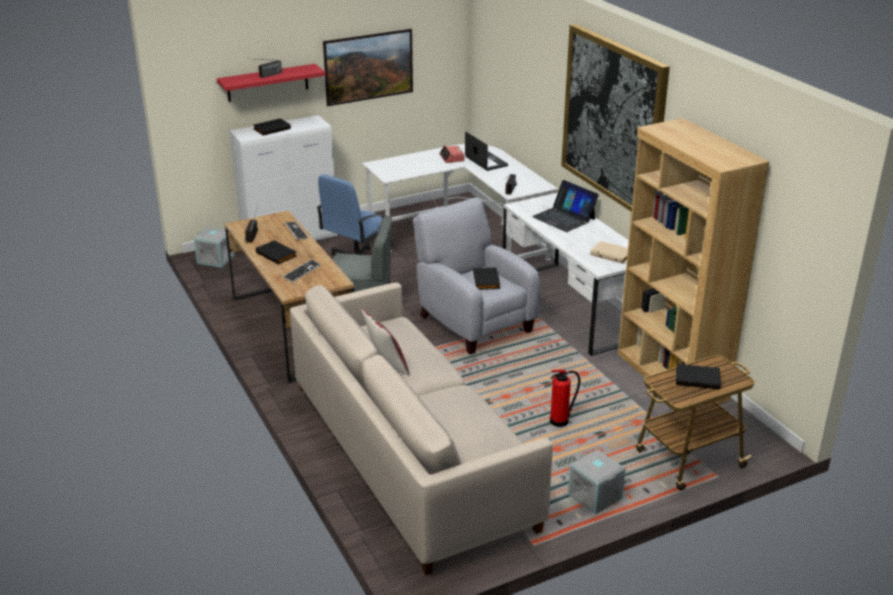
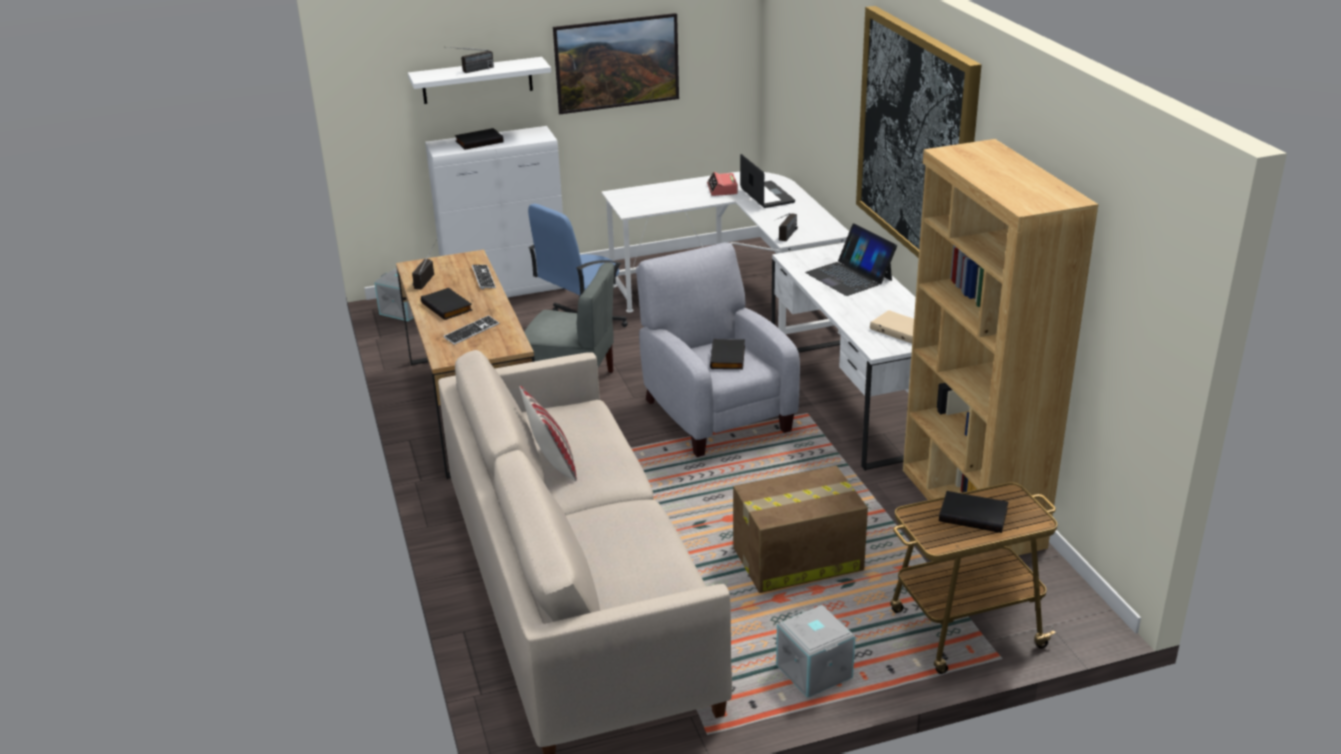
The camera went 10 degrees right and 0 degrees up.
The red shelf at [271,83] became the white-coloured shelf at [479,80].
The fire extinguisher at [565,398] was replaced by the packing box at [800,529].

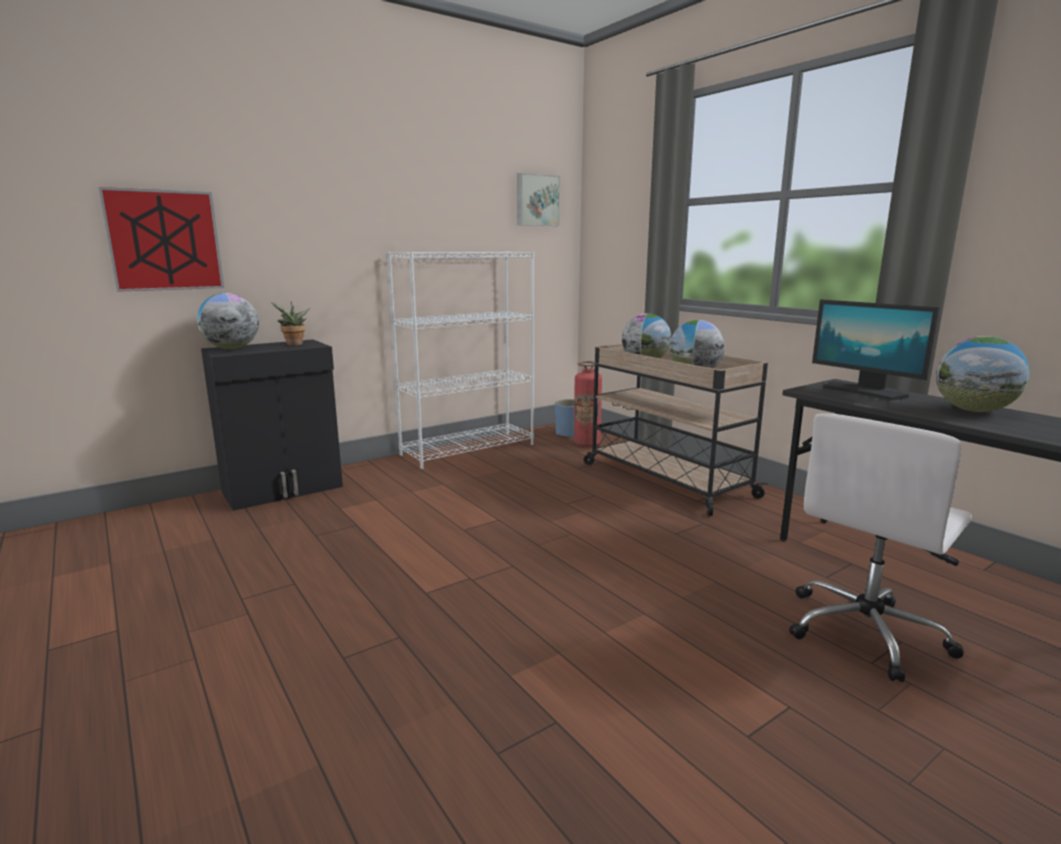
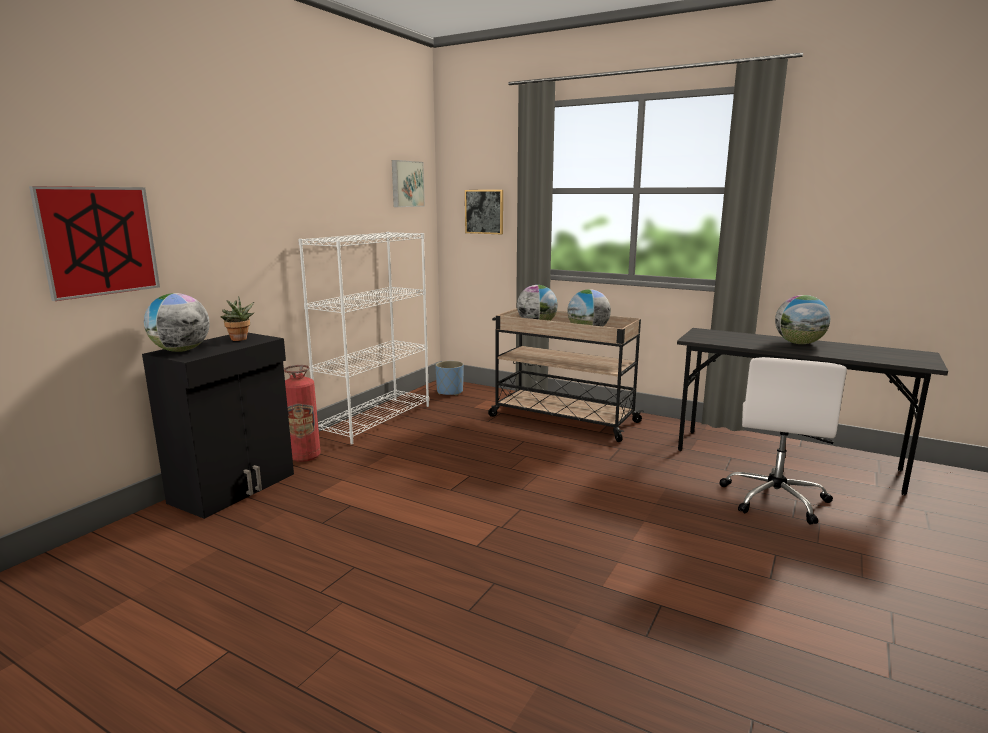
The camera went 25 degrees left and 0 degrees up.
The fire extinguisher moved from [588,404] to [302,413].
The computer screen at [876,350] disappeared.
The picture at [484,212] appeared.

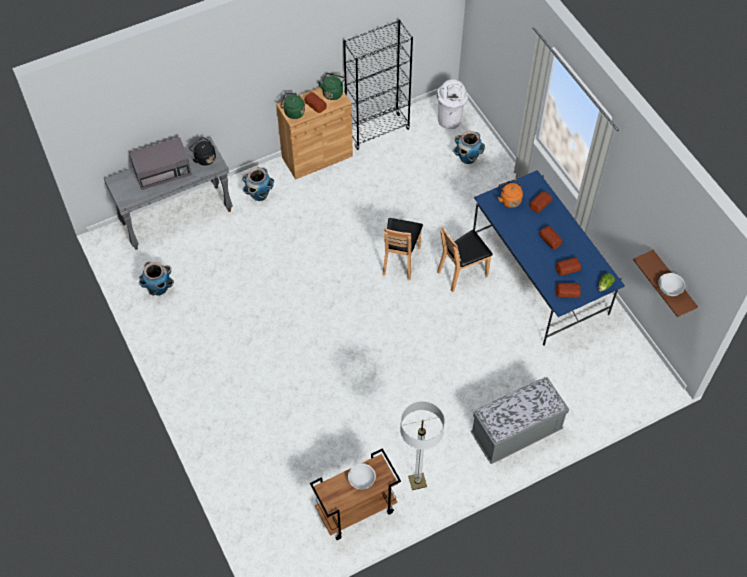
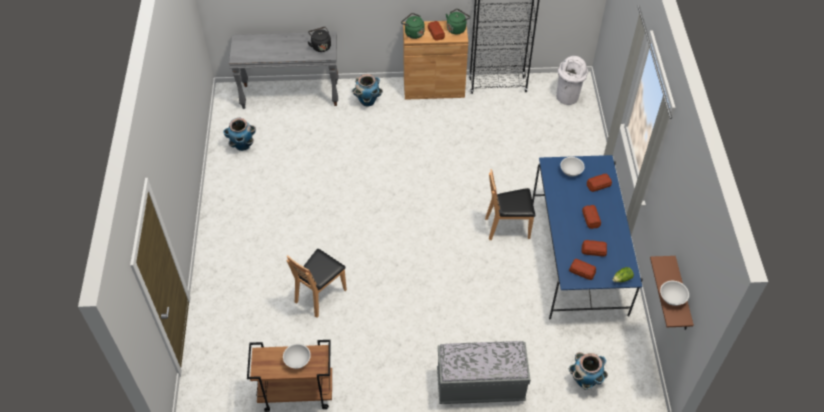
The camera went 25 degrees right and 5 degrees down.
The greyish microwave oven at [160,163] disappeared.
The brown-coloured plain chair moved from [402,249] to [316,283].
The floor lamp at [422,445] disappeared.
The plant pot moved from [469,147] to [588,371].
The orange-coloured kettle at [510,193] was replaced by the white-coloured deep dish at [572,167].

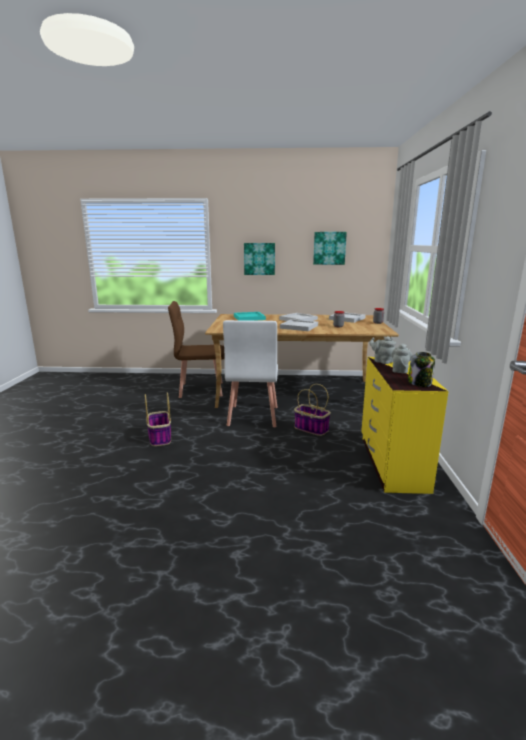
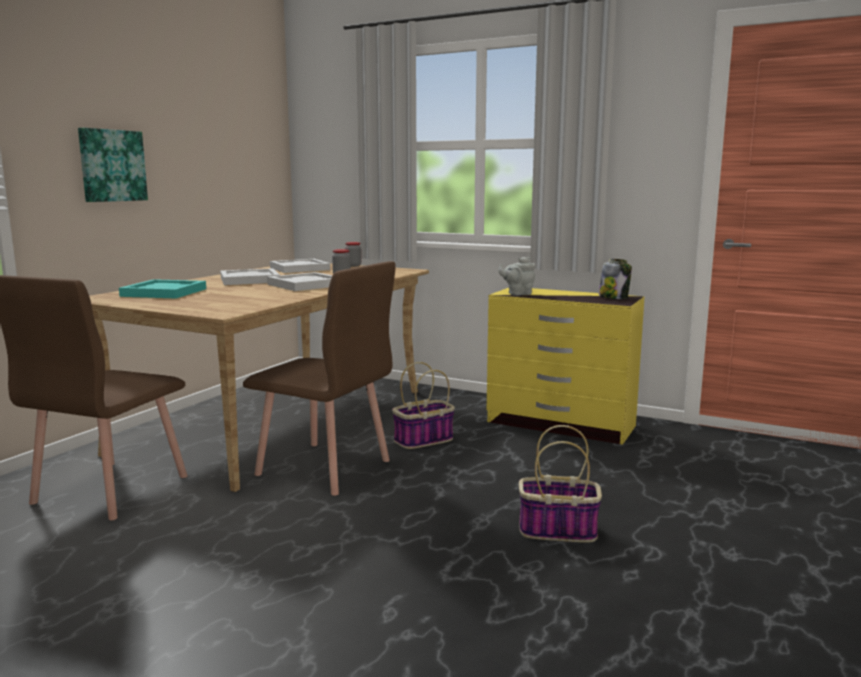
The camera went 65 degrees left and 5 degrees down.
The household basket moved from [158,419] to [560,484].
The white-coloured plain chair at [250,373] became the brown-coloured plain chair at [319,378].
The picture at [330,248] disappeared.
The greyish pot for tea at [402,358] disappeared.

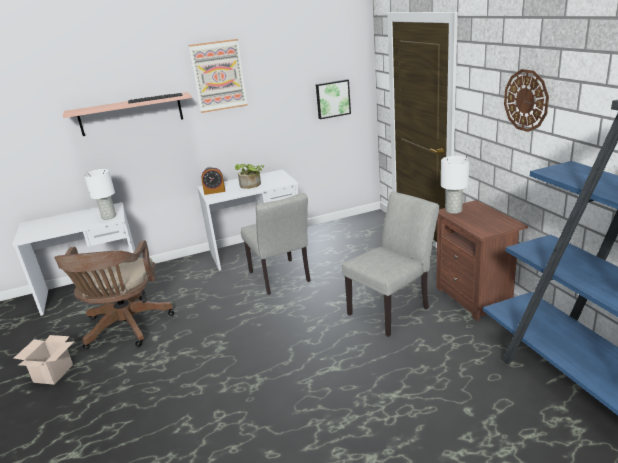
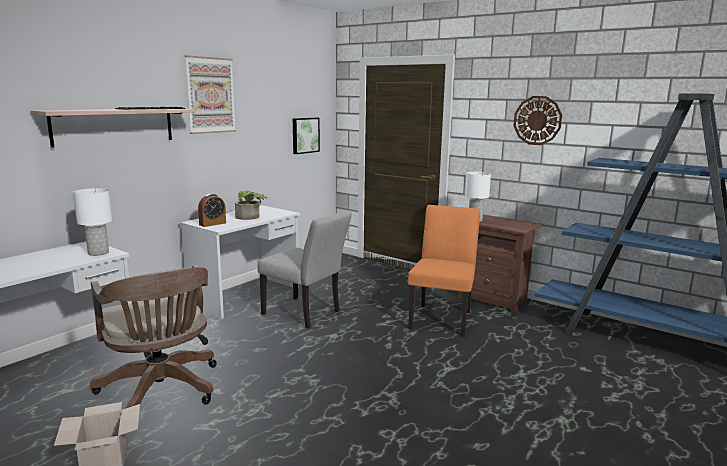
The camera went 35 degrees left and 10 degrees down.
The greyish plain chair at [390,264] became the orange-coloured plain chair at [444,271].

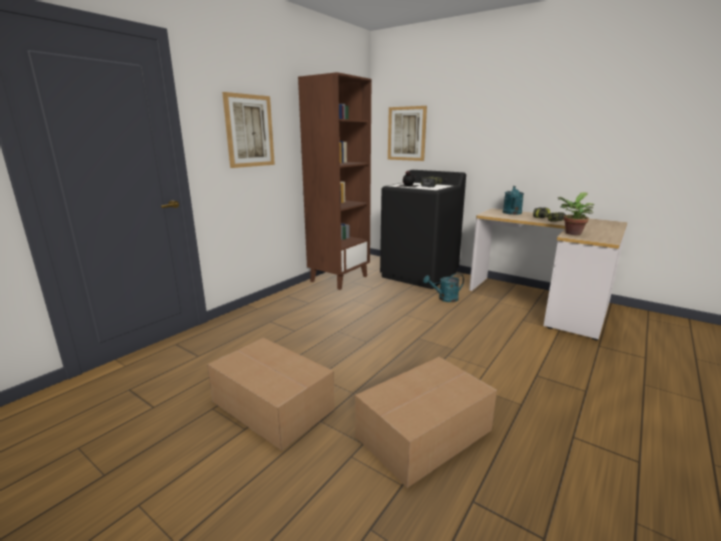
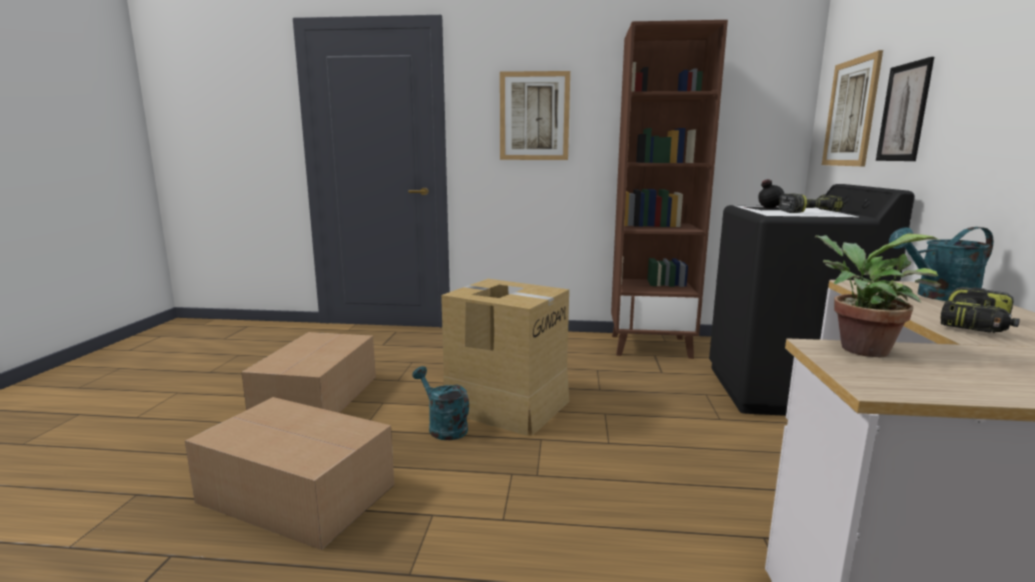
The camera went 60 degrees right and 5 degrees down.
The turquoise-coloured watering can moved from [443,287] to [440,403].
The packing box at [505,357] appeared.
The picture at [905,109] appeared.

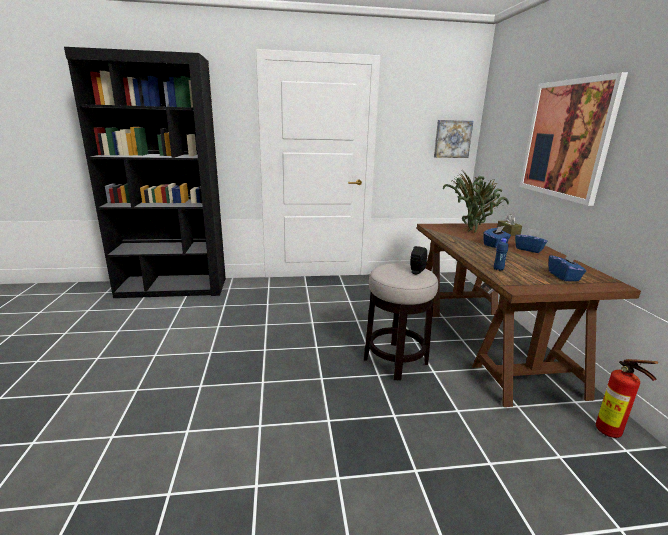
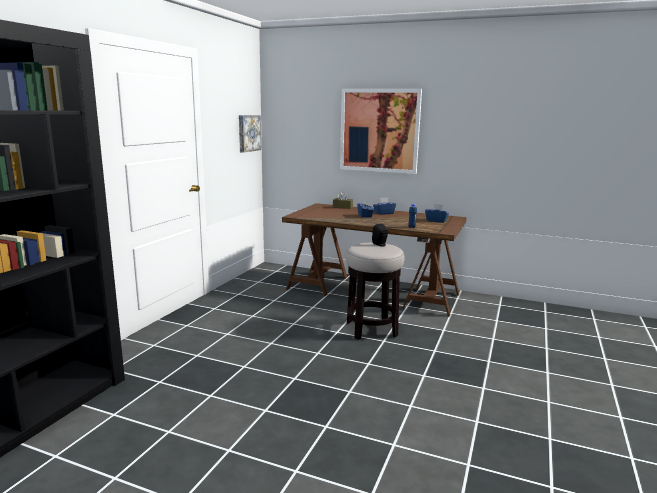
The camera went 60 degrees left and 5 degrees down.
The potted plant at [476,202] disappeared.
The fire extinguisher at [627,398] disappeared.

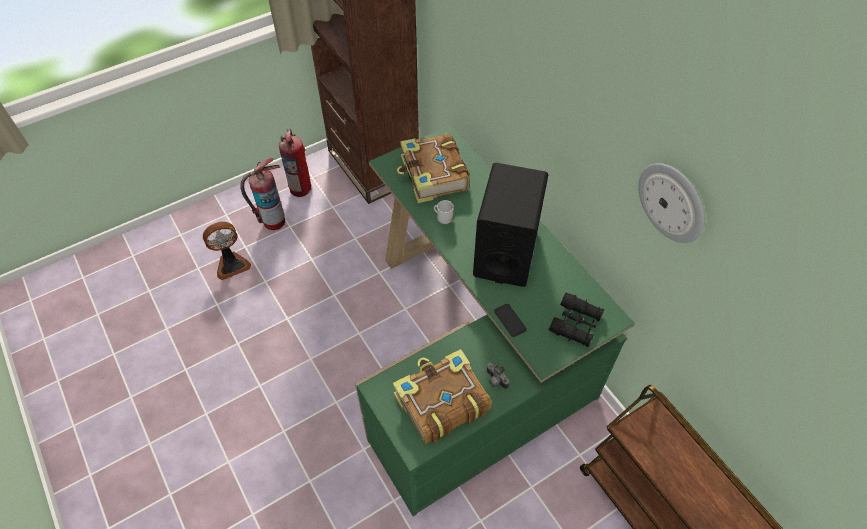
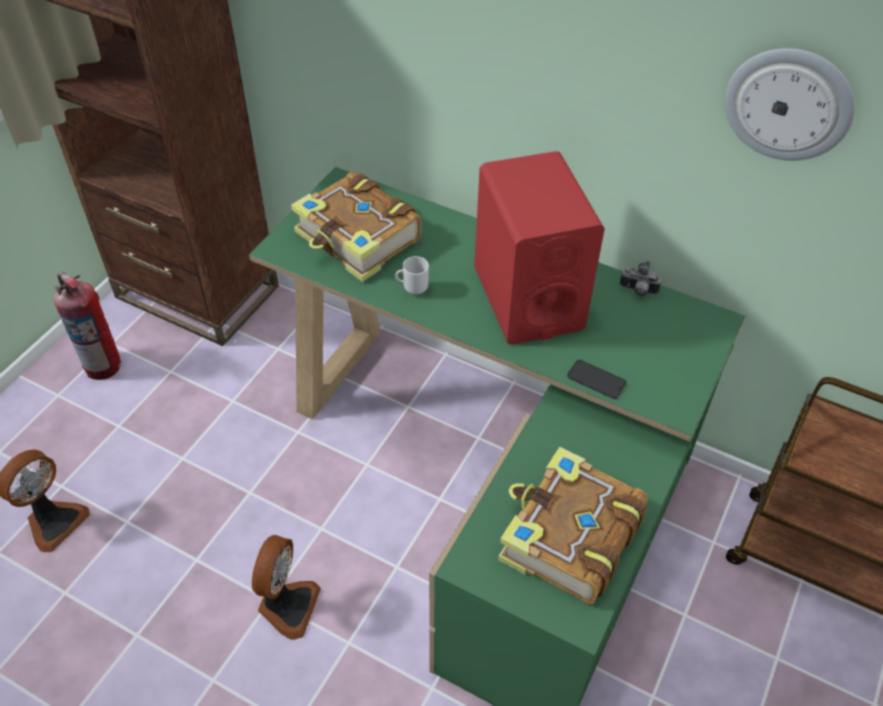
The camera went 30 degrees left and 5 degrees down.
The fire extinguisher at [262,194] disappeared.
The blackish speaker at [510,225] became the red speaker at [539,248].
The still camera moved from [498,376] to [641,279].
The blackish field glasses at [576,320] disappeared.
The fan at [286,587] appeared.

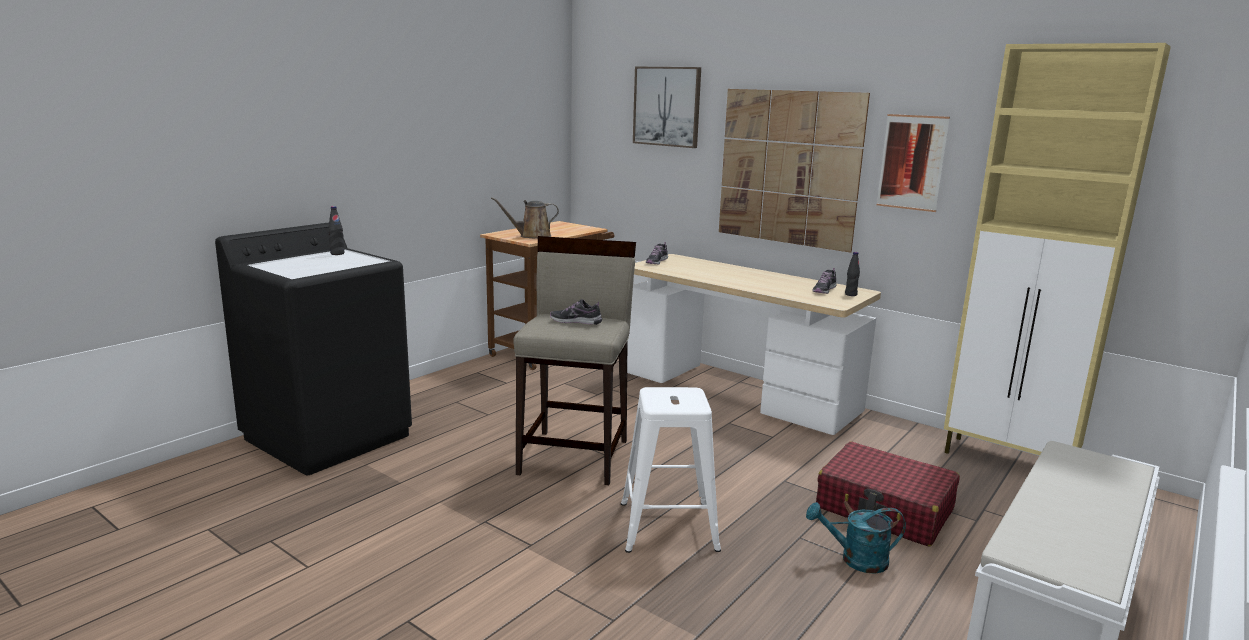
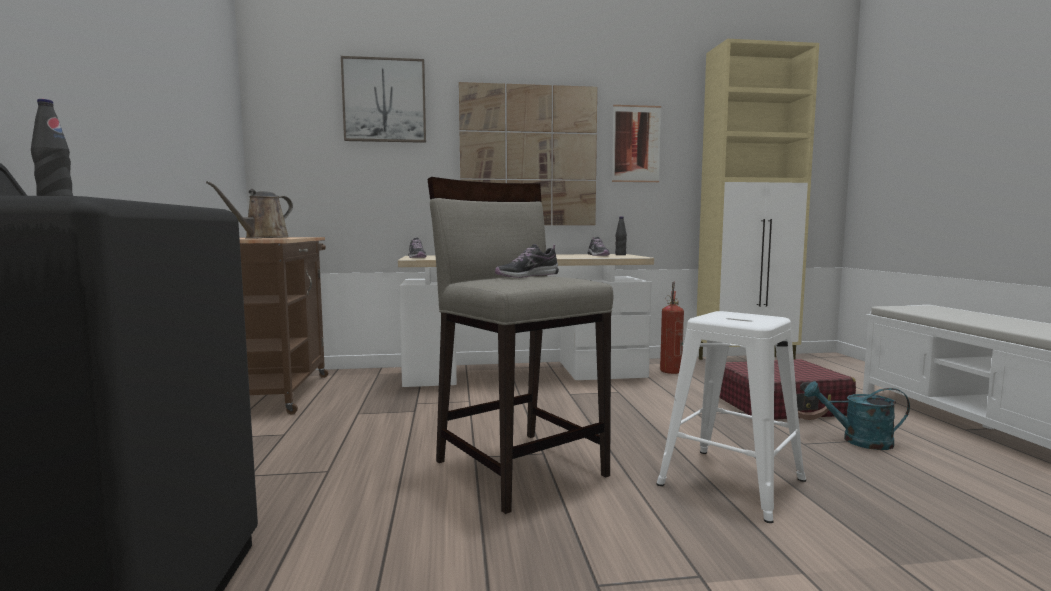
The camera went 45 degrees left and 10 degrees down.
The turquoise-coloured watering can at [856,538] turned 60 degrees clockwise.
The fire extinguisher at [672,328] appeared.

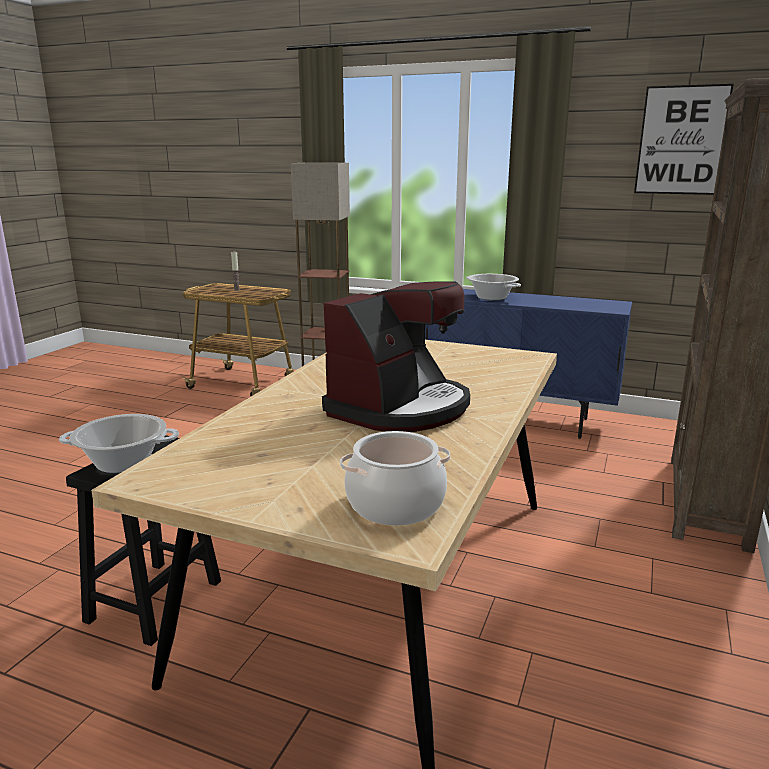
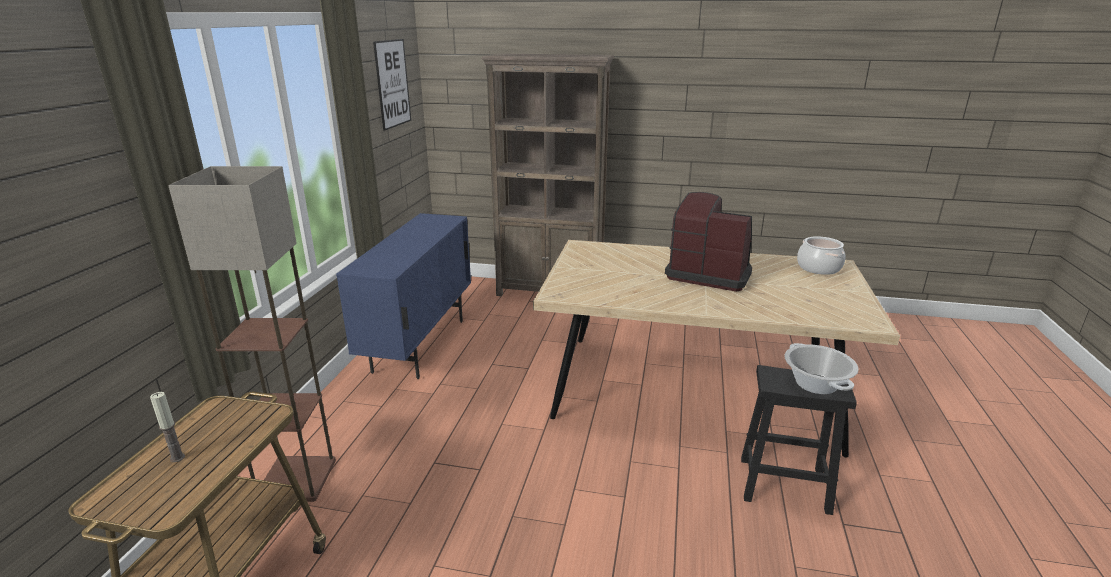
The camera went 100 degrees left and 5 degrees up.
The saucepot at [493,287] disappeared.

